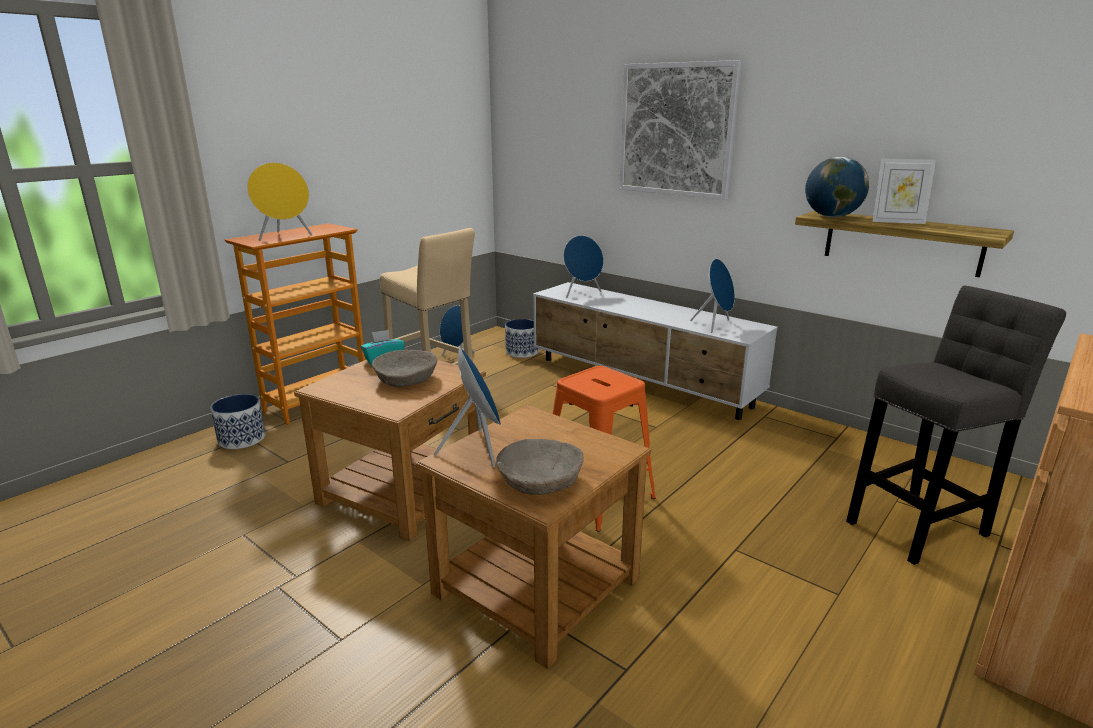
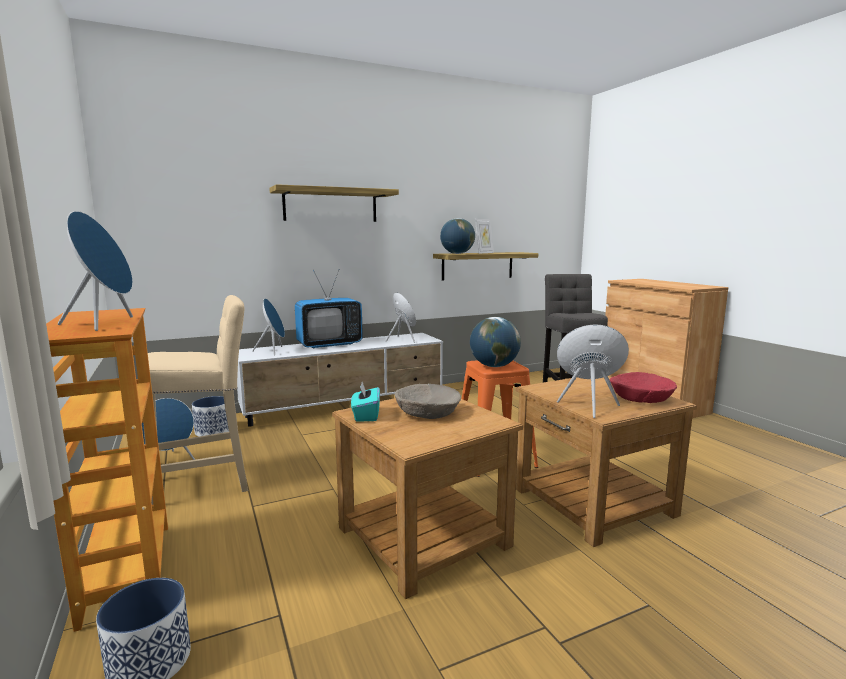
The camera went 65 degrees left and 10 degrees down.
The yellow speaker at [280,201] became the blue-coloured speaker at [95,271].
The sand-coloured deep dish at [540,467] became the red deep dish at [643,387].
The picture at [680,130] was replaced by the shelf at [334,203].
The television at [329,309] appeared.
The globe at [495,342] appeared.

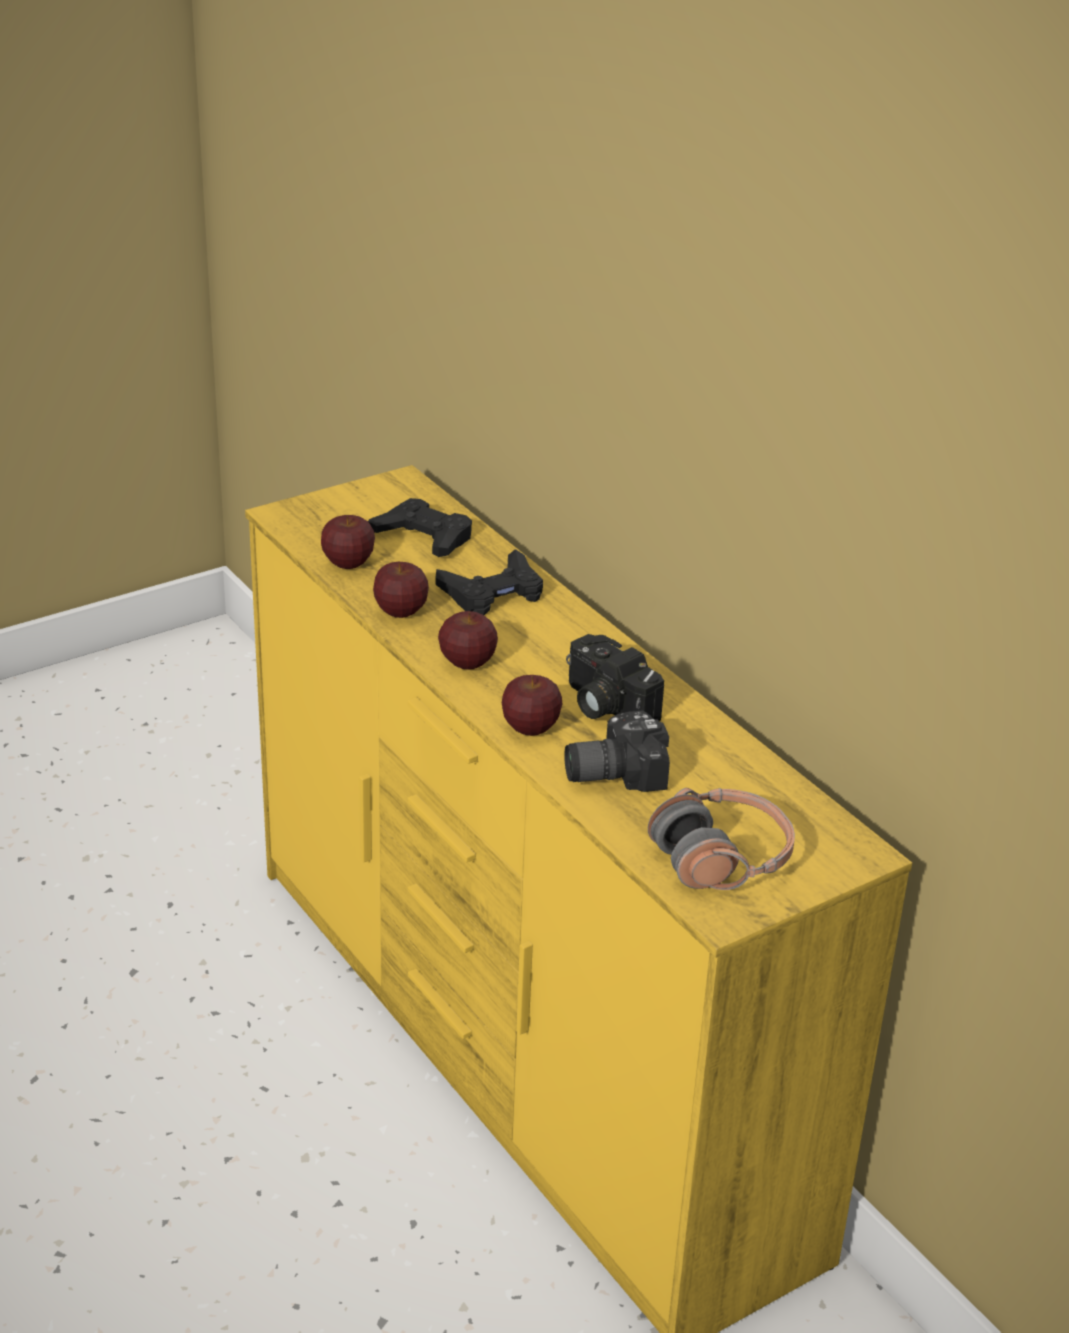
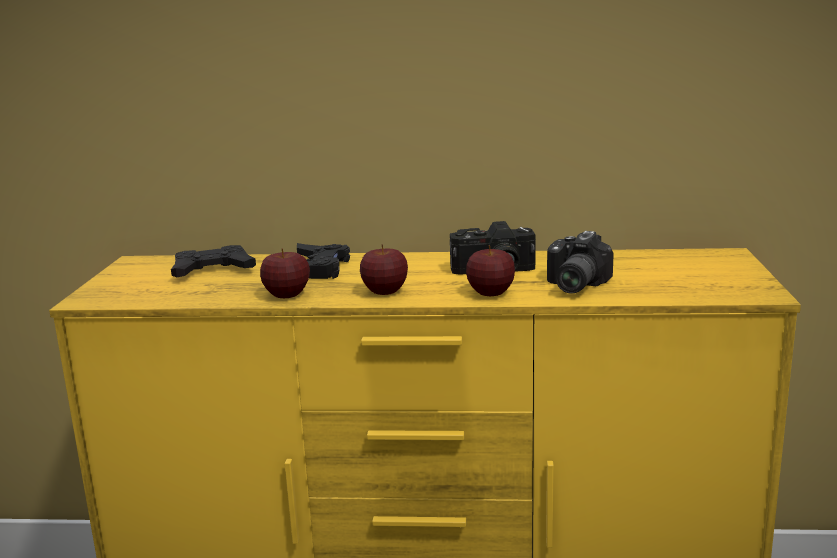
The camera went 50 degrees left and 15 degrees down.
The apple fruit at [348,542] disappeared.
The pair of headphones at [721,839] disappeared.

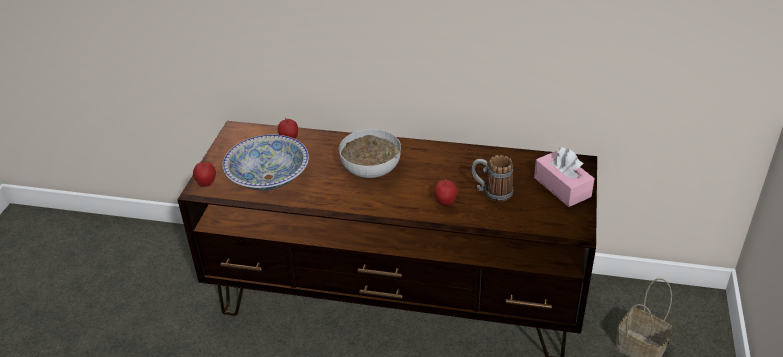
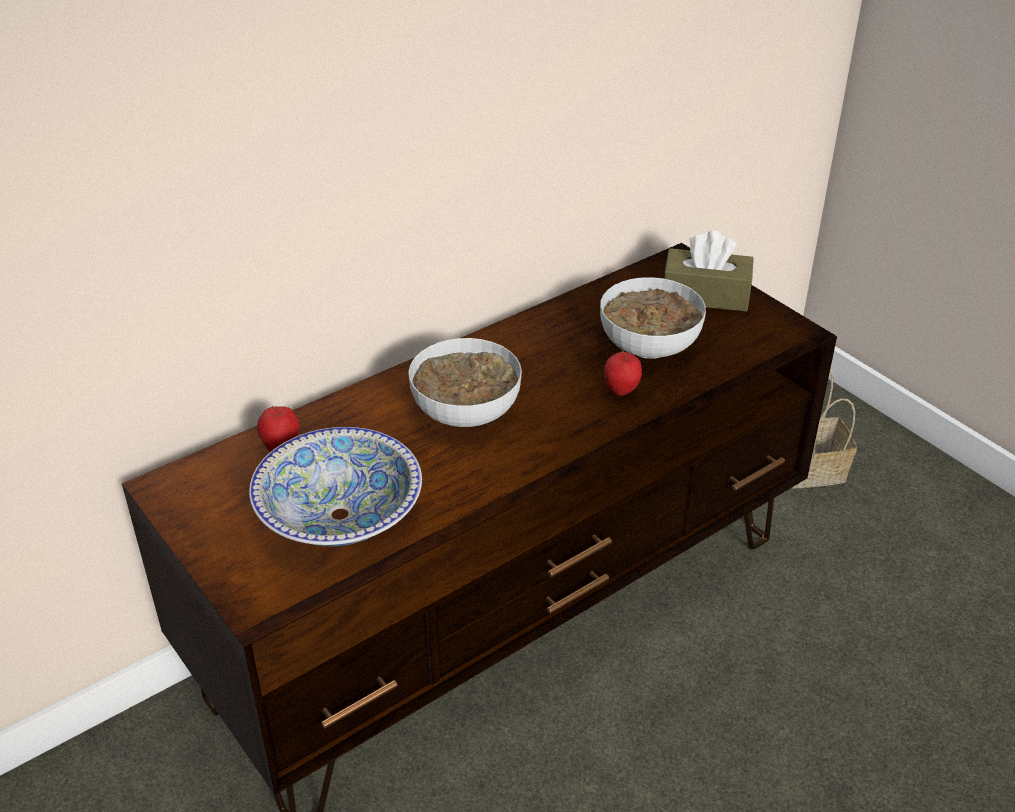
The camera went 50 degrees left and 0 degrees up.
The apple fruit at [204,174] disappeared.
The coffee mug at [492,178] was replaced by the deep dish at [653,318].
The pink tissue holder at [564,177] became the brown-coloured tissue holder at [709,271].

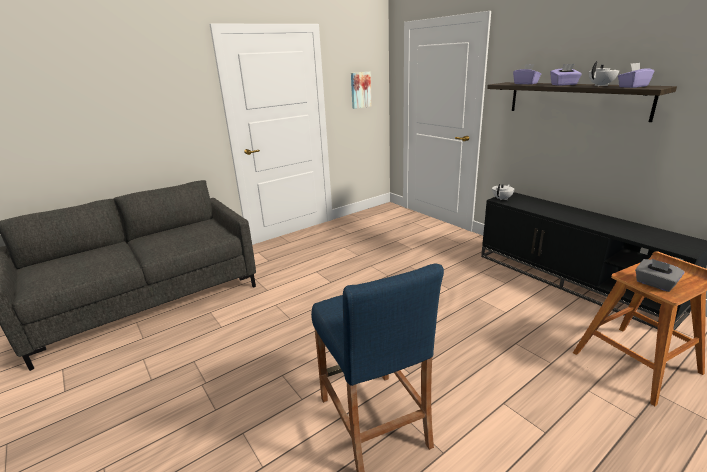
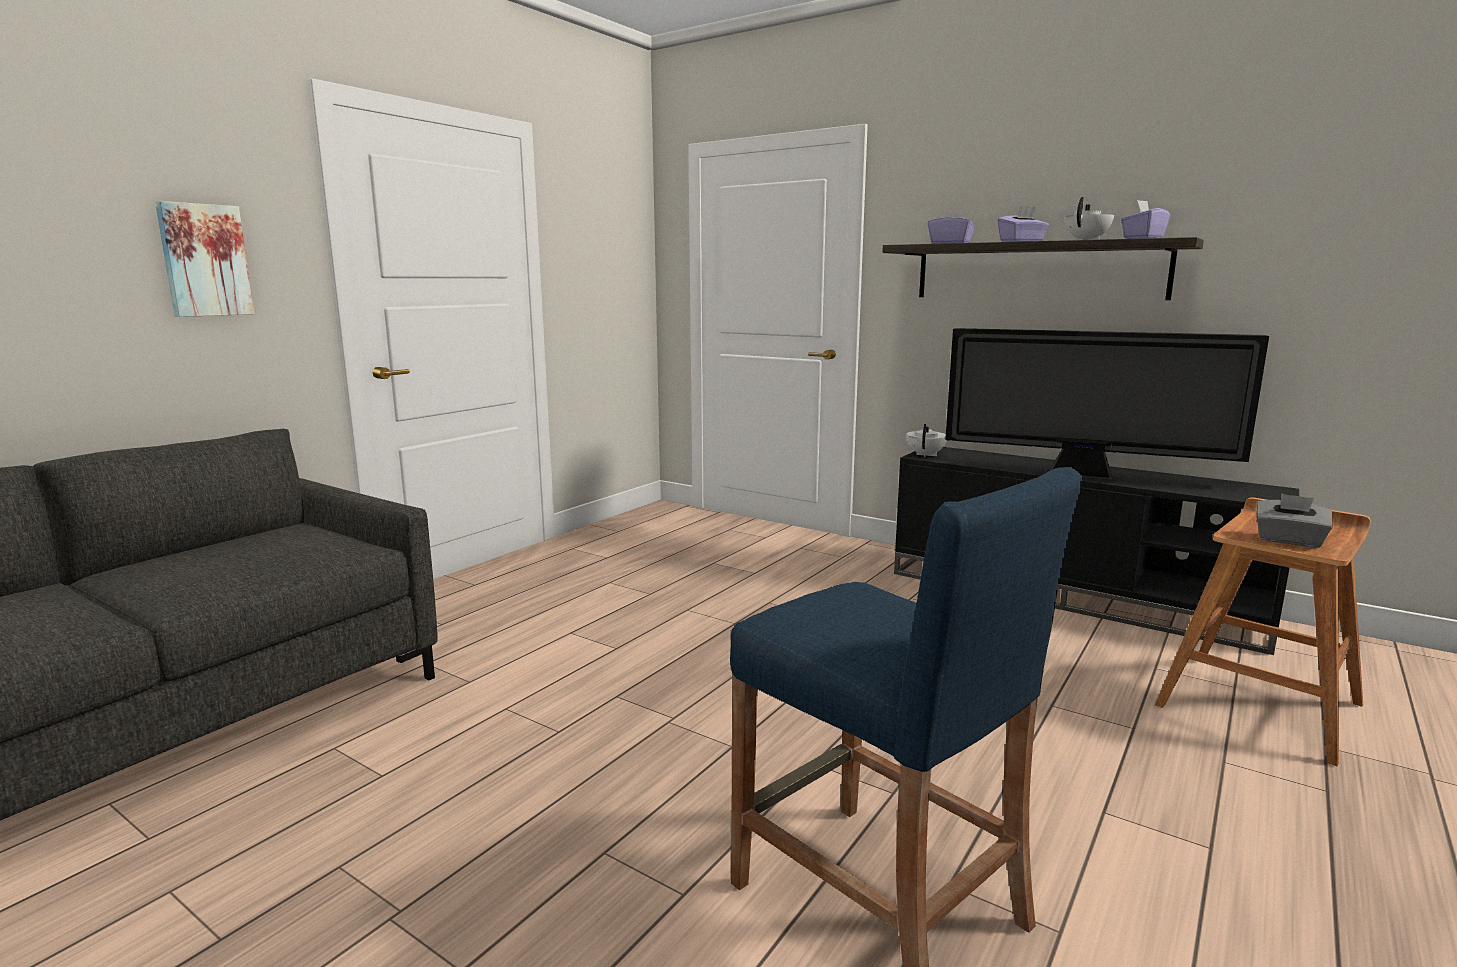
The camera went 20 degrees left and 10 degrees down.
The picture moved from [361,90] to [204,259].
The television at [1107,404] appeared.

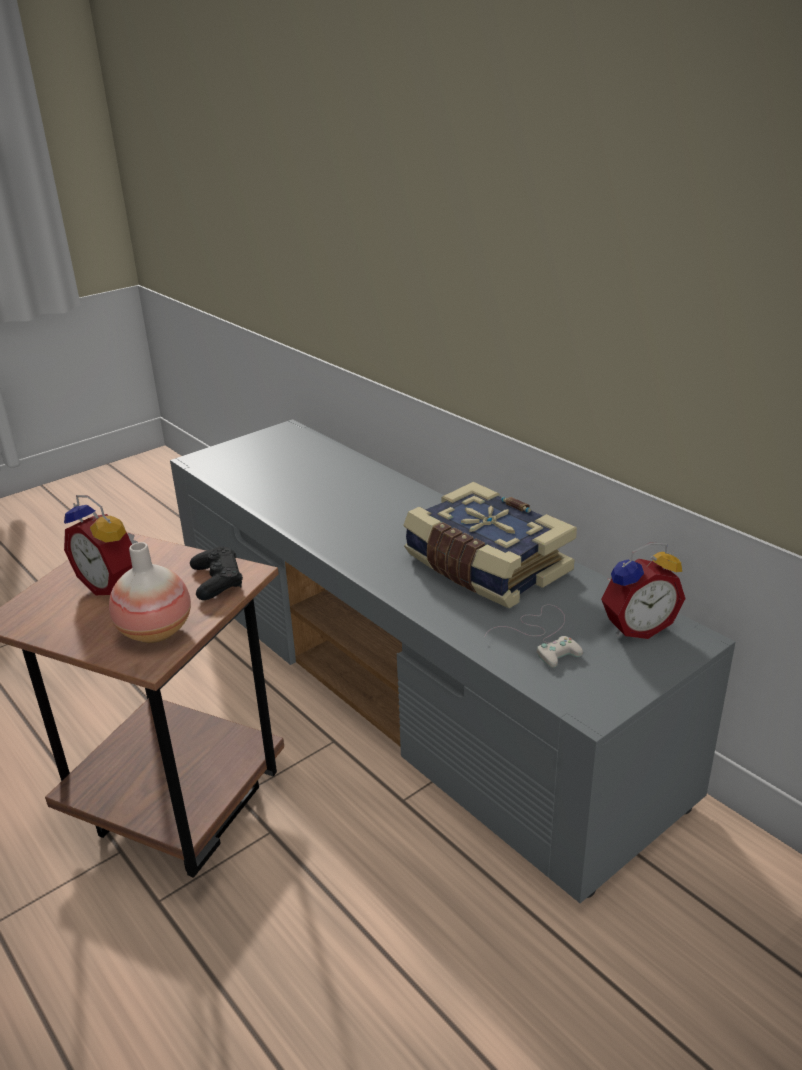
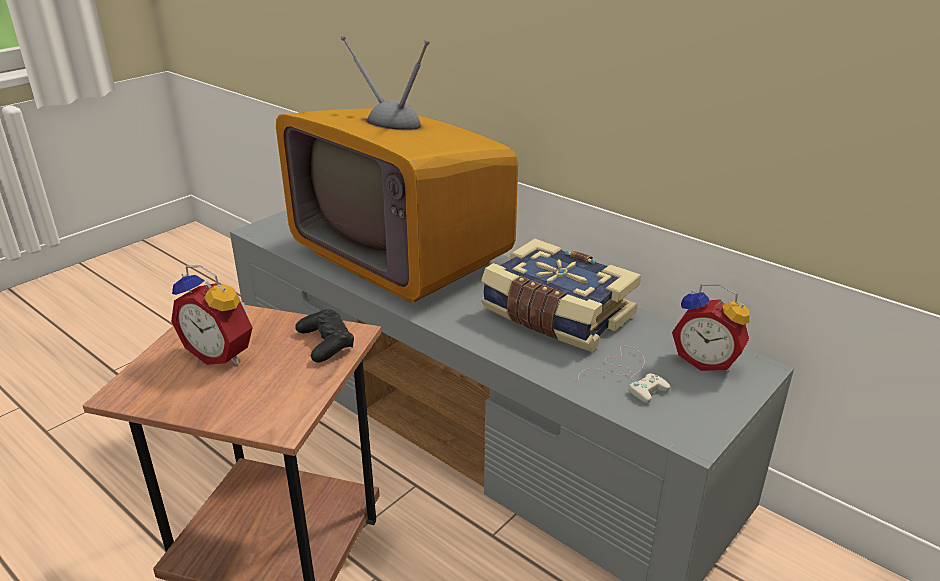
The camera went 10 degrees left and 0 degrees up.
The decorative vase at [150,592] disappeared.
The alarm clock at [643,590] turned 60 degrees clockwise.
The television at [397,169] appeared.

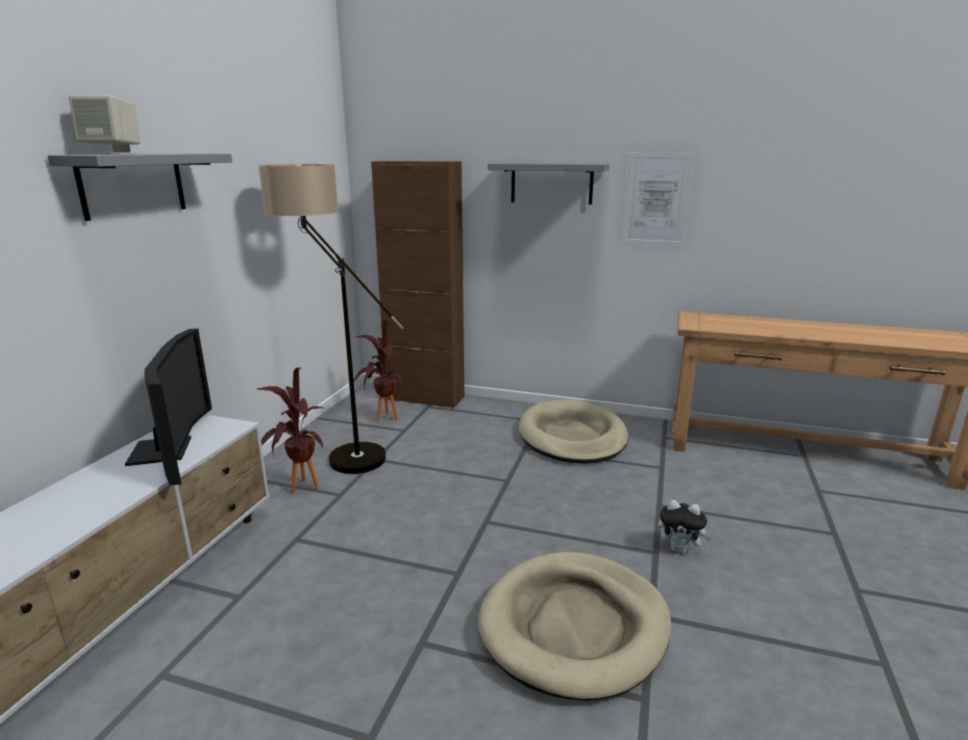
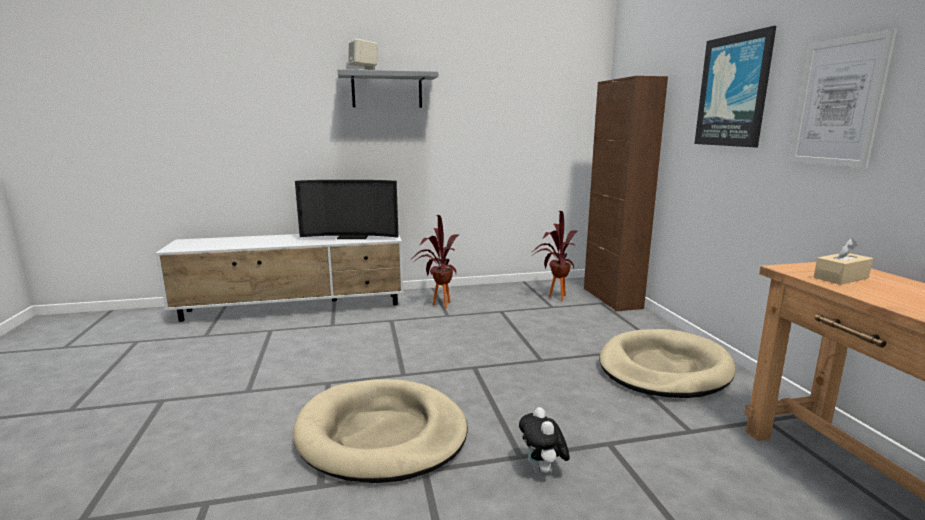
The camera went 60 degrees right and 5 degrees down.
The television at [168,407] turned 45 degrees clockwise.
The floor lamp at [331,319] disappeared.
The greyish shelf at [548,184] was replaced by the picture at [735,86].
The sand-coloured tissue holder at [843,261] appeared.

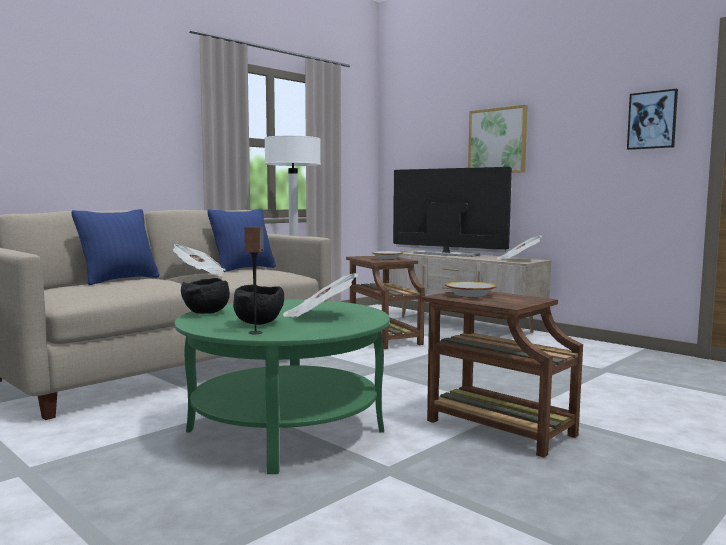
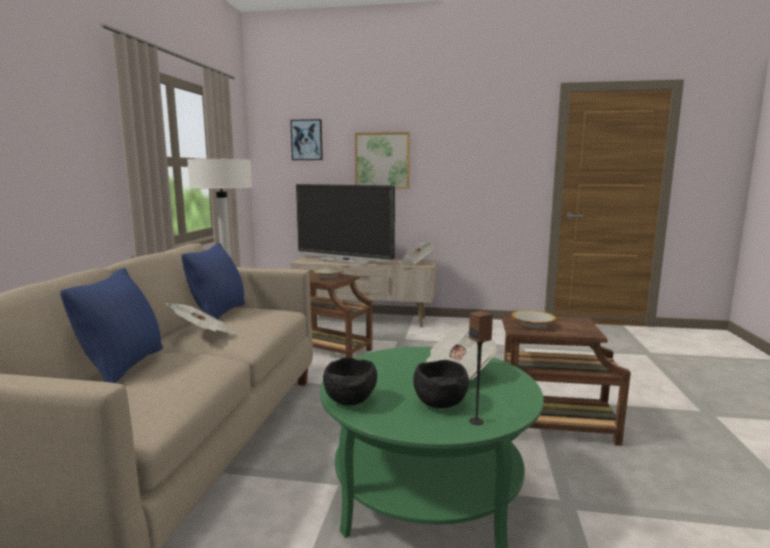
The camera went 35 degrees left and 5 degrees up.
The television at [452,212] turned 150 degrees counterclockwise.
The picture moved from [652,119] to [306,139].

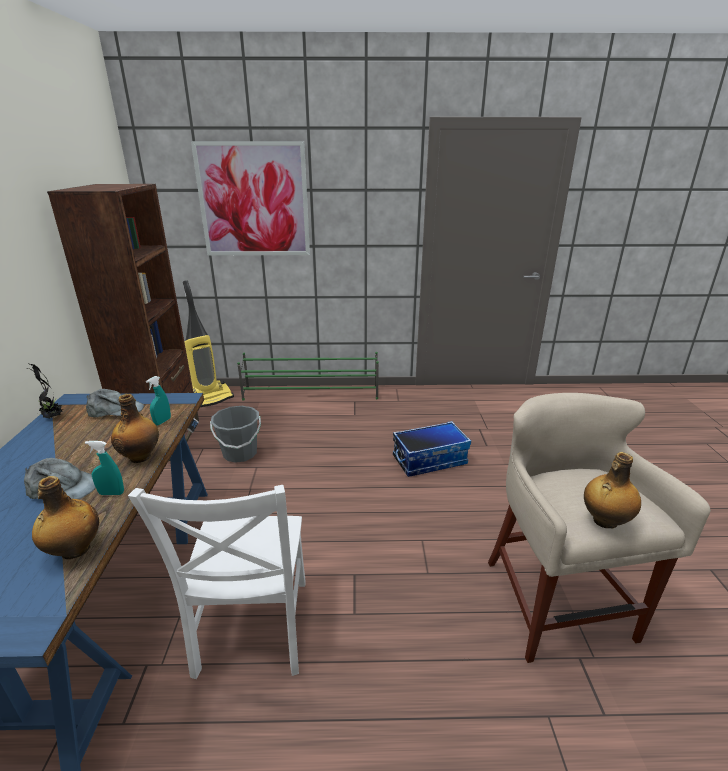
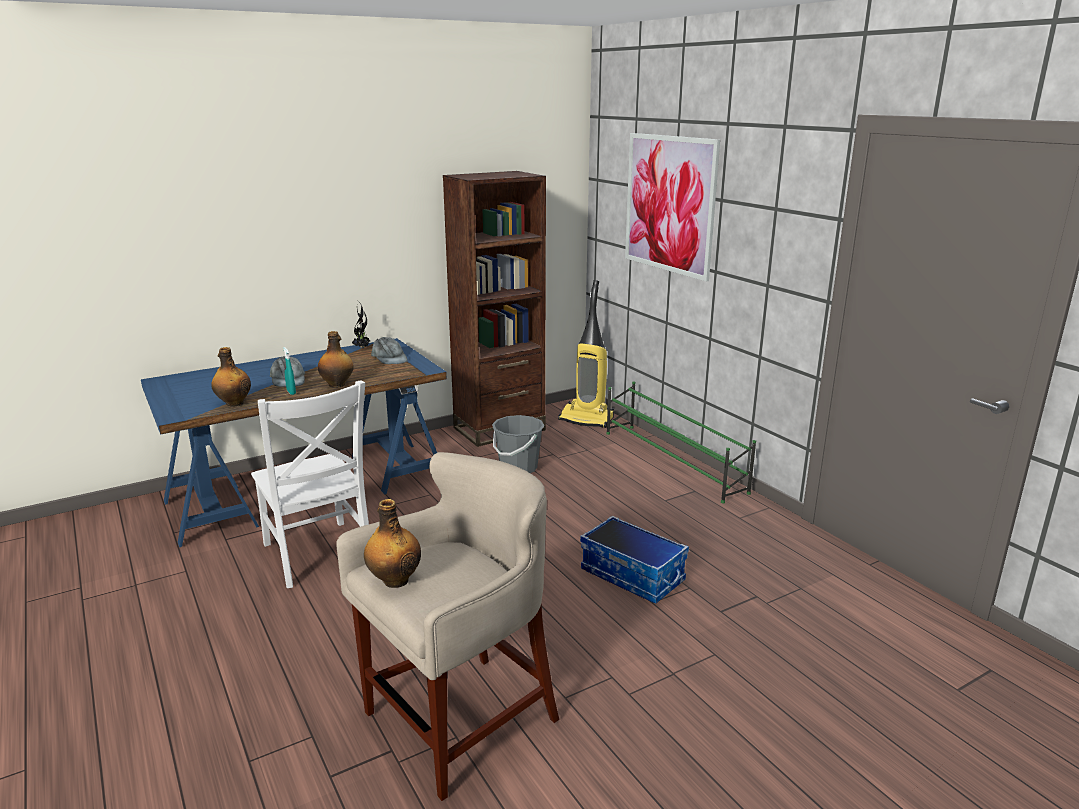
The camera went 60 degrees right and 5 degrees down.
The white-coloured plain chair at [217,582] turned 90 degrees counterclockwise.
The turquoise-coloured spray bottle at [158,400] disappeared.

